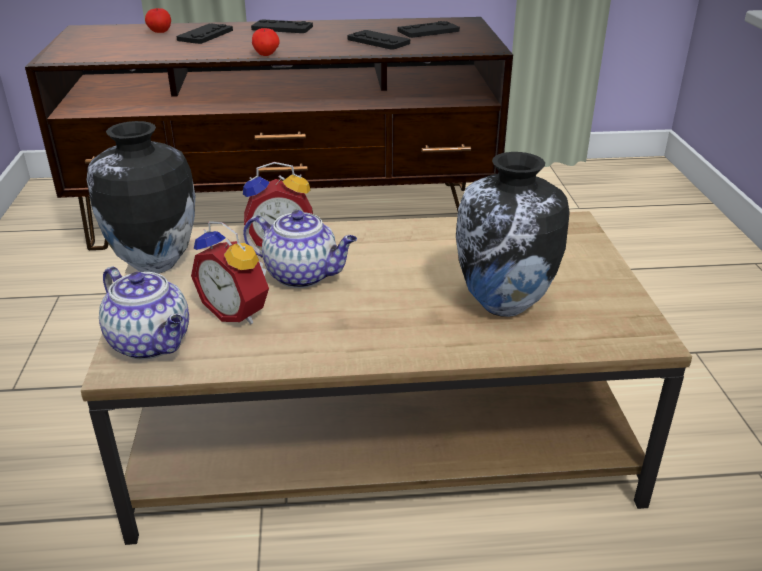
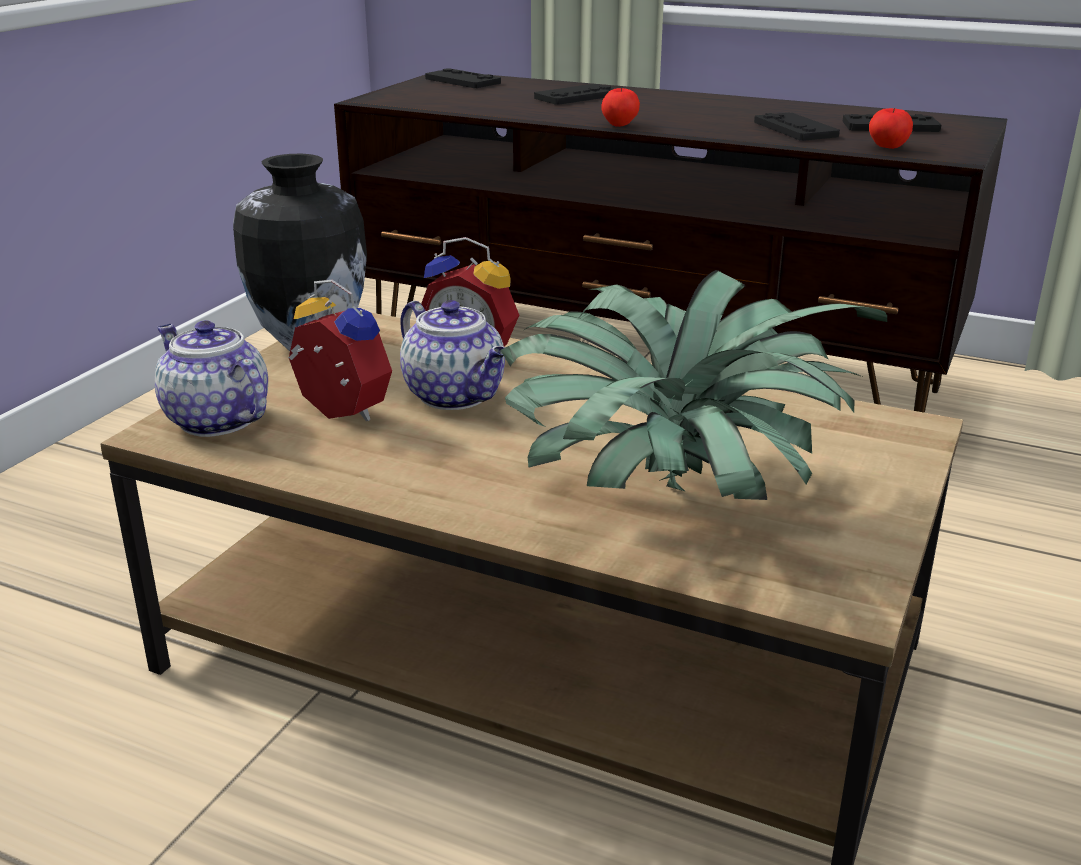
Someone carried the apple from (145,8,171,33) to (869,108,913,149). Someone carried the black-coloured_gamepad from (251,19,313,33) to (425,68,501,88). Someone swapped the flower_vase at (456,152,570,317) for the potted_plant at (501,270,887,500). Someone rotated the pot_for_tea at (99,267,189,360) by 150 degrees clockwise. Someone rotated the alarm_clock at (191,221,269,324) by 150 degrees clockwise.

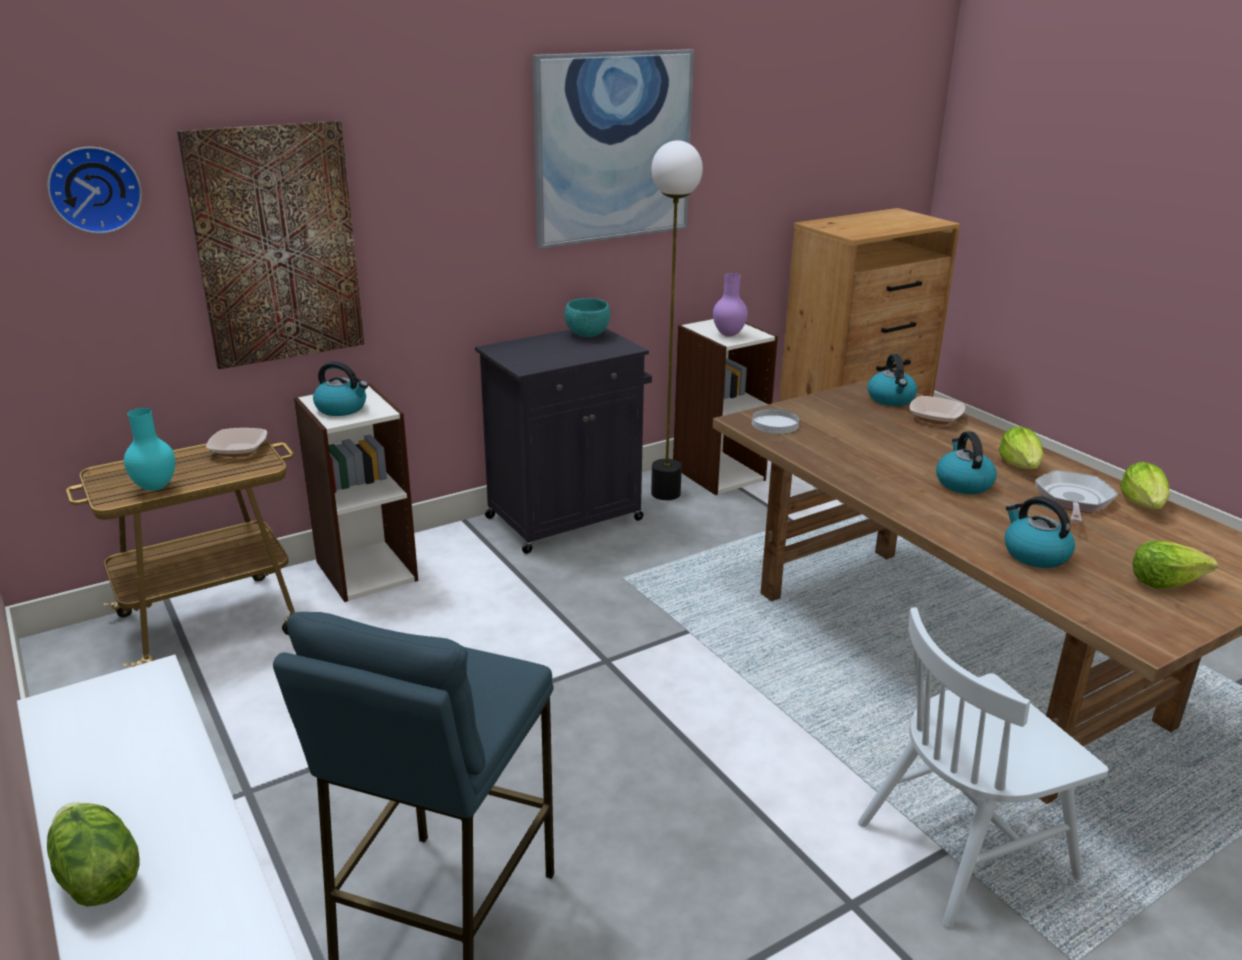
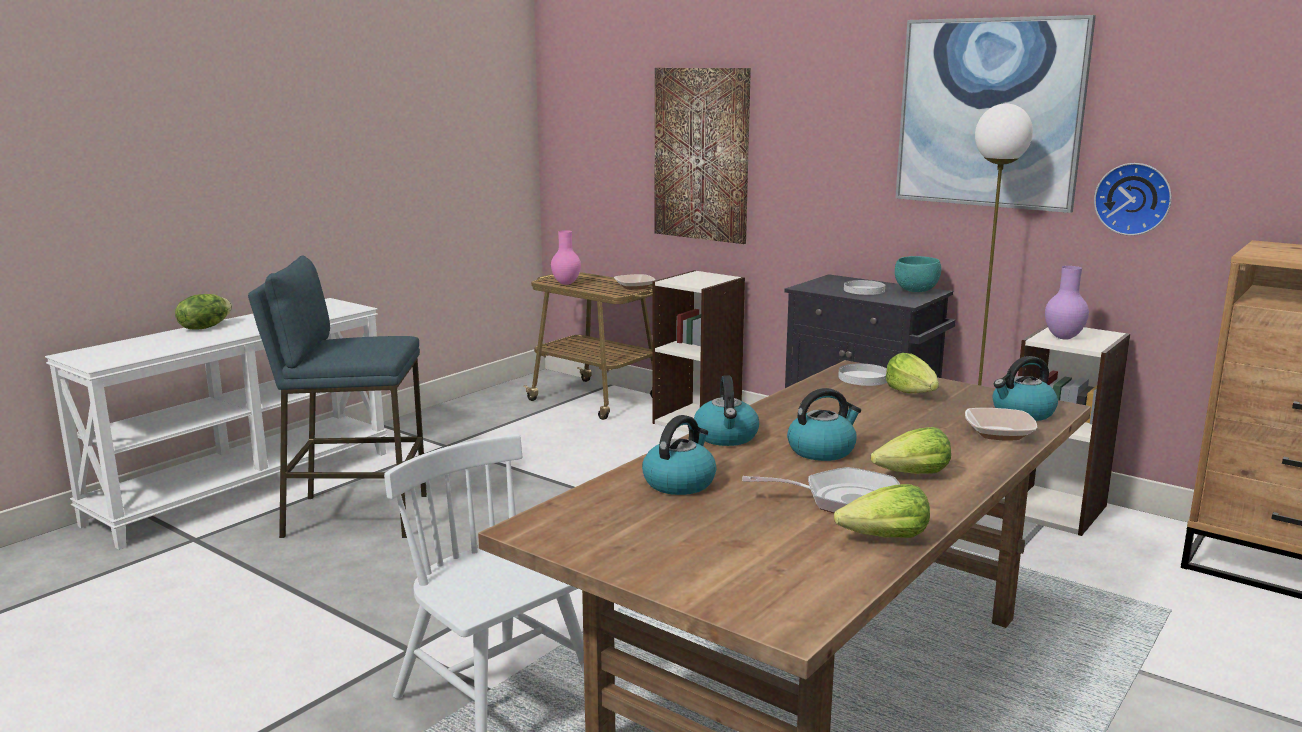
Someone put down the whitish_flat_dish at (844,280,885,295). Someone carried the hanging_clock from (47,147,142,234) to (1094,163,1172,236). Someone carried the water_kettle from (313,361,368,416) to (694,376,759,446). Someone carried the lettuce_head from (1132,541,1218,589) to (886,353,939,393). Someone repainted the turquoise-coloured_flower_vase at (124,408,175,491), which became the pink_flower_vase at (551,230,581,285).

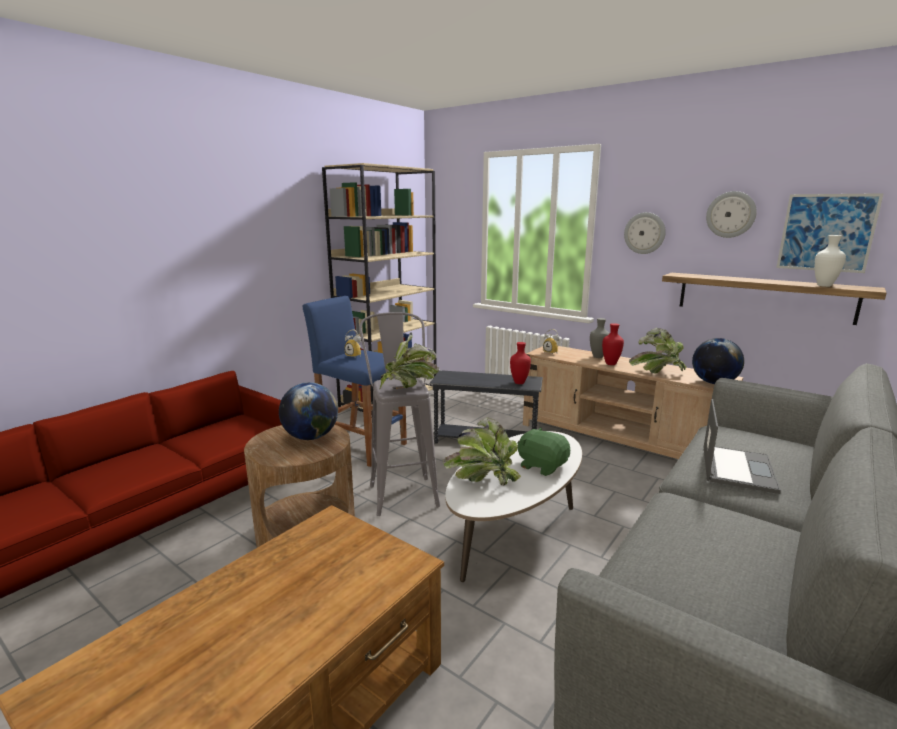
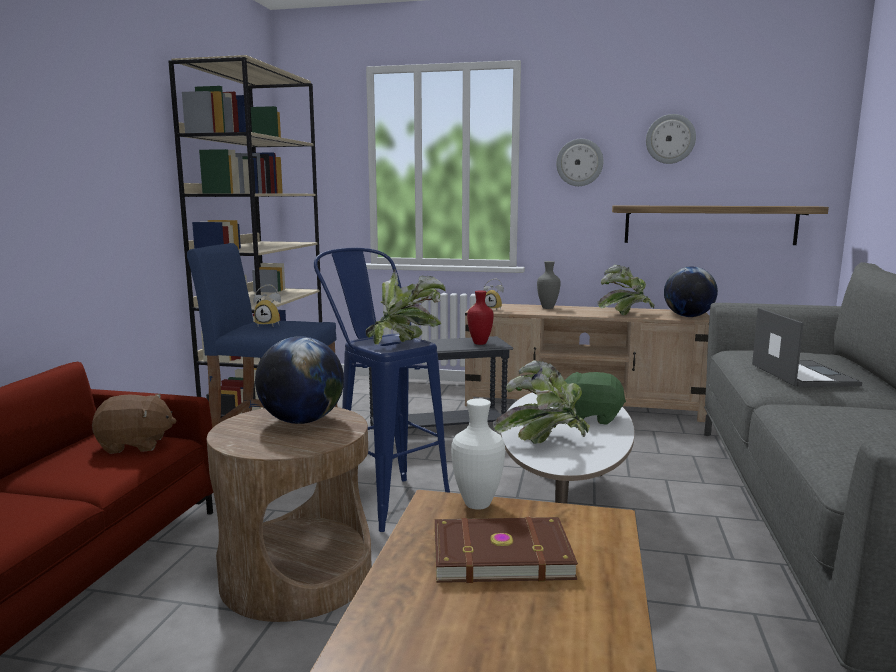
Someone took away the reddish_flower_vase at (602,323,624,365). Someone took away the wall_picture at (776,193,884,273). Someone put down the brown_cuddly_toy at (92,394,177,454). Someone put down the brown_book at (435,517,578,583). Someone carried the whitish_flower_vase from (815,235,846,287) to (451,398,505,510). Someone repainted the gray_stool at (359,312,440,516), which became the bluish_stool at (314,248,450,532).

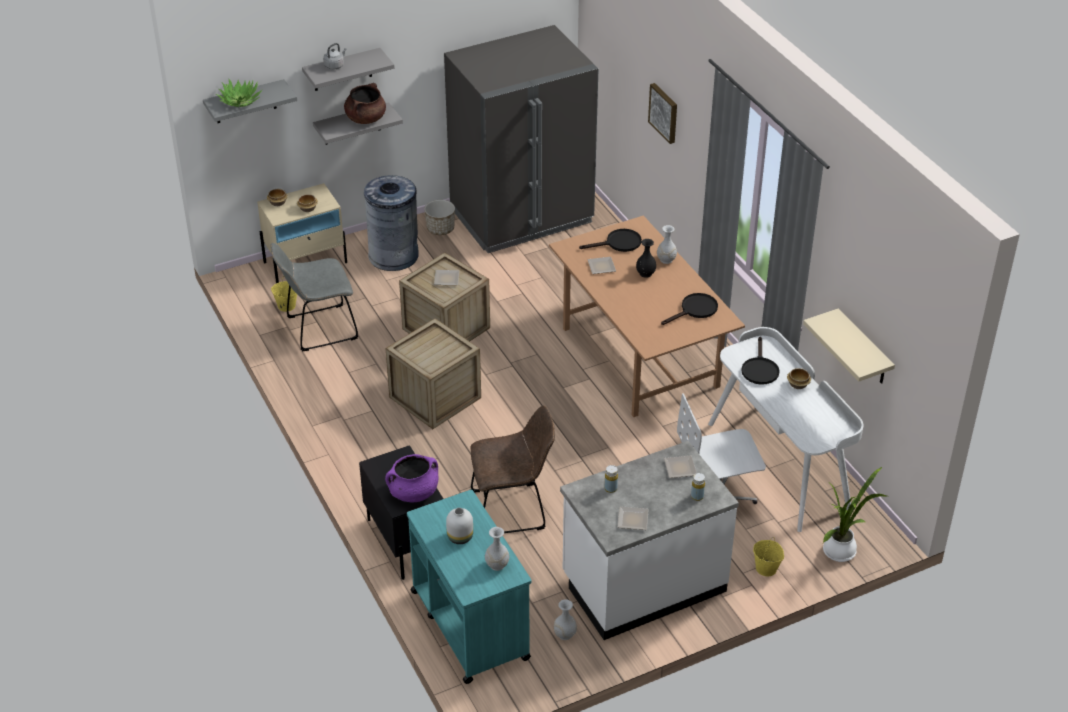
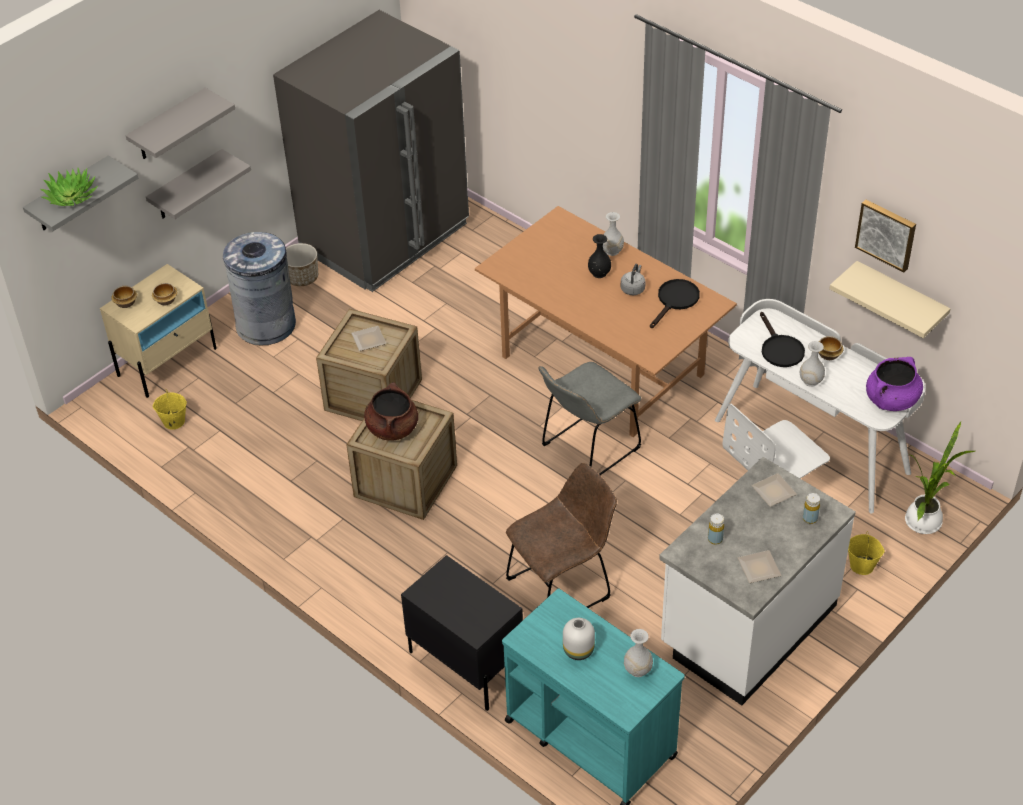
Someone took away the black-coloured_frying_pan at (579,229,642,252). Someone took away the flat_dish at (587,257,616,274). Someone carried the gray_upright_chair from (271,243,358,351) to (539,362,642,475). Someone carried the gray_water_kettle from (323,43,347,69) to (621,264,646,295). Someone carried the brown_cooking_pot from (344,83,386,124) to (364,382,418,441). Someone carried the purple-coloured_cooking_pot from (385,454,438,502) to (866,357,923,411). Someone carried the whitish_flower_vase from (554,599,577,640) to (800,341,825,387). Someone carried the wall_picture from (648,83,677,144) to (855,200,916,272).

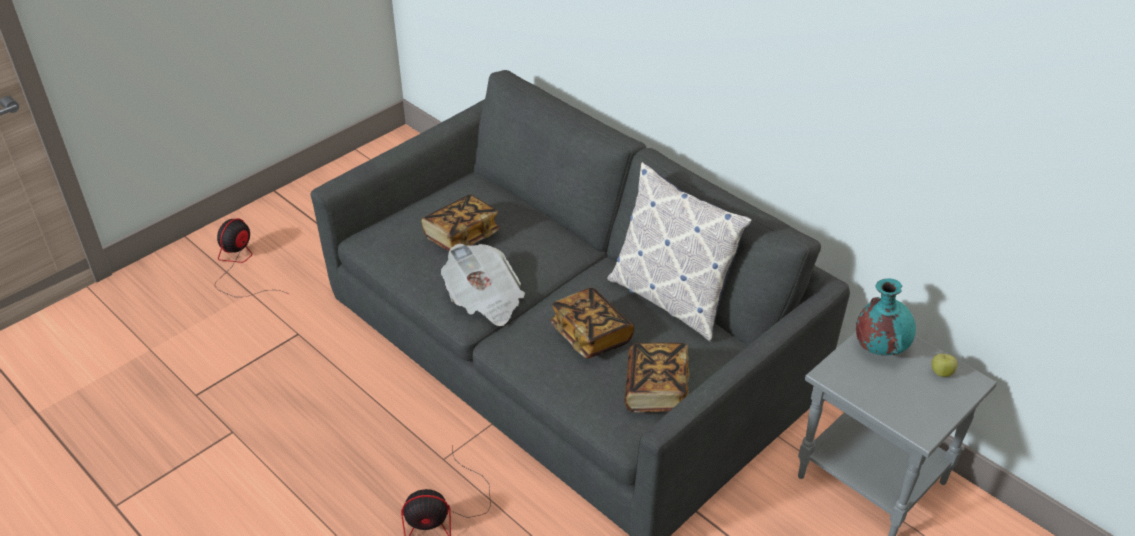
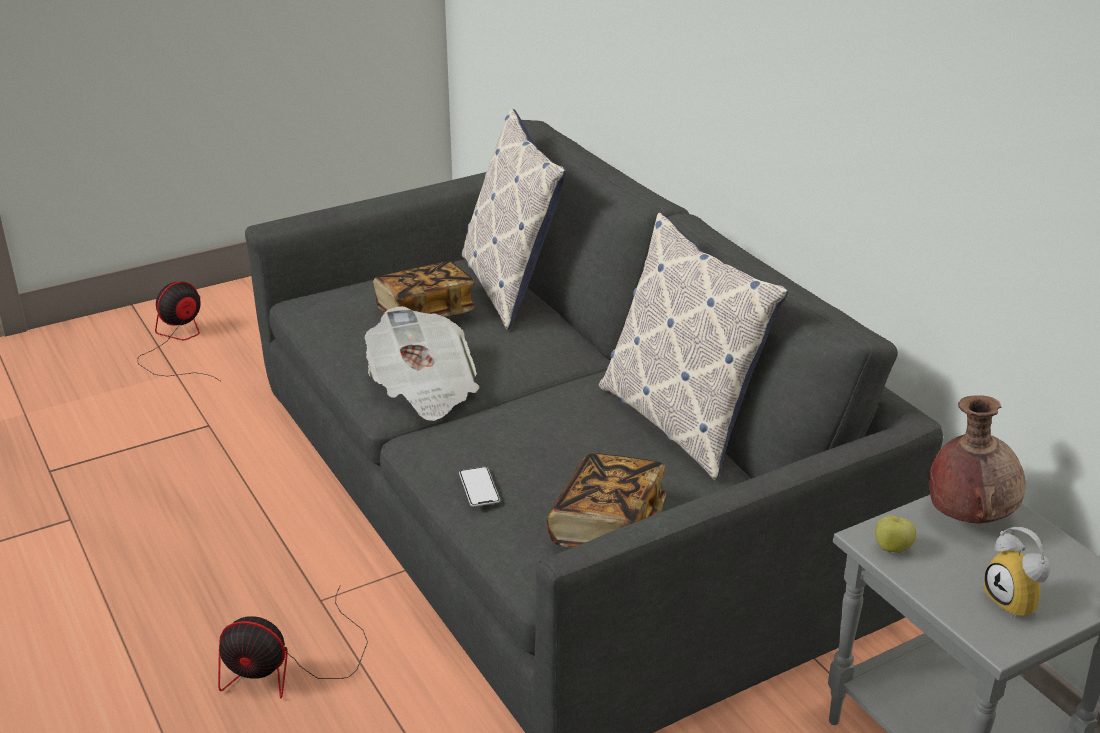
Someone took away the book at (550,288,634,359). Someone put down the telephone at (459,467,500,507). Someone put down the throw_pillow at (462,109,566,330). Someone put down the alarm_clock at (983,527,1050,619). Someone carried the apple from (932,354,957,377) to (875,515,916,553). Someone repainted the turquoise-coloured_flower_vase at (856,278,916,356), which became the brown_flower_vase at (929,395,1025,523).

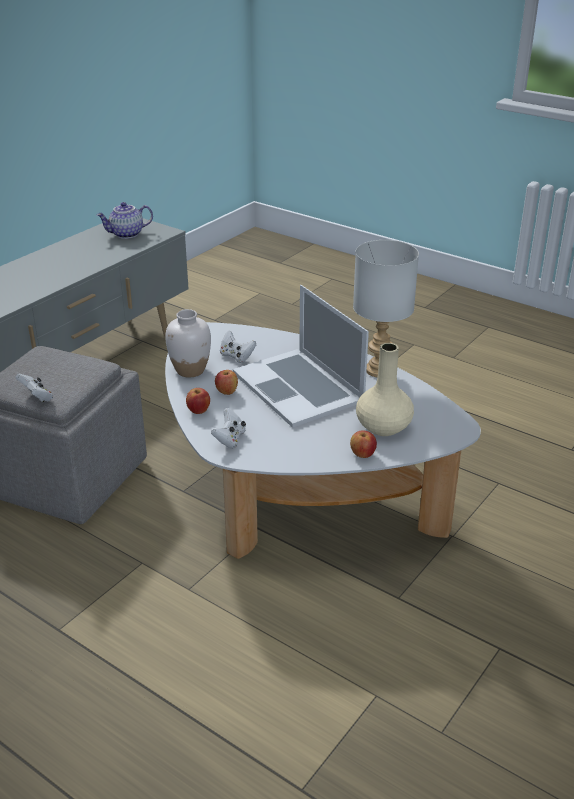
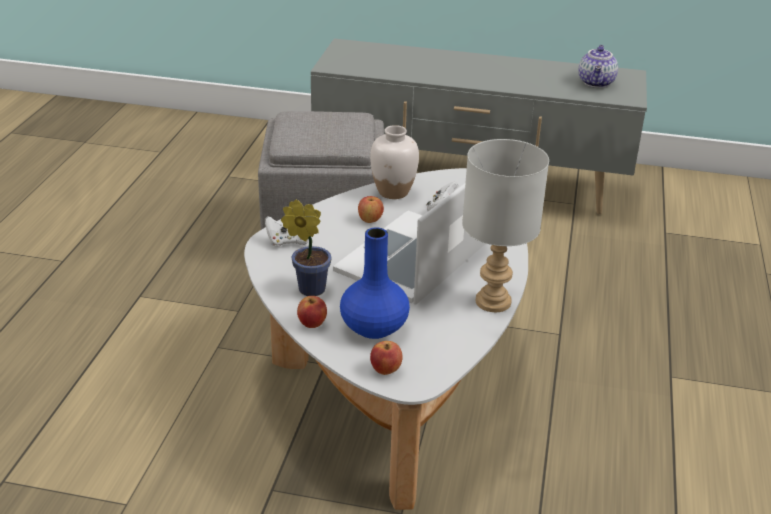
Someone took away the whitish_gamepad at (15,374,53,402). Someone put down the potted_plant at (281,200,332,296). Someone carried the apple from (186,388,210,414) to (370,341,403,375). Someone repainted the beige-coloured_flower_vase at (356,343,414,436), which became the bluish_flower_vase at (340,227,410,339). Someone rotated the pot_for_tea at (96,202,153,239) by 120 degrees counterclockwise.

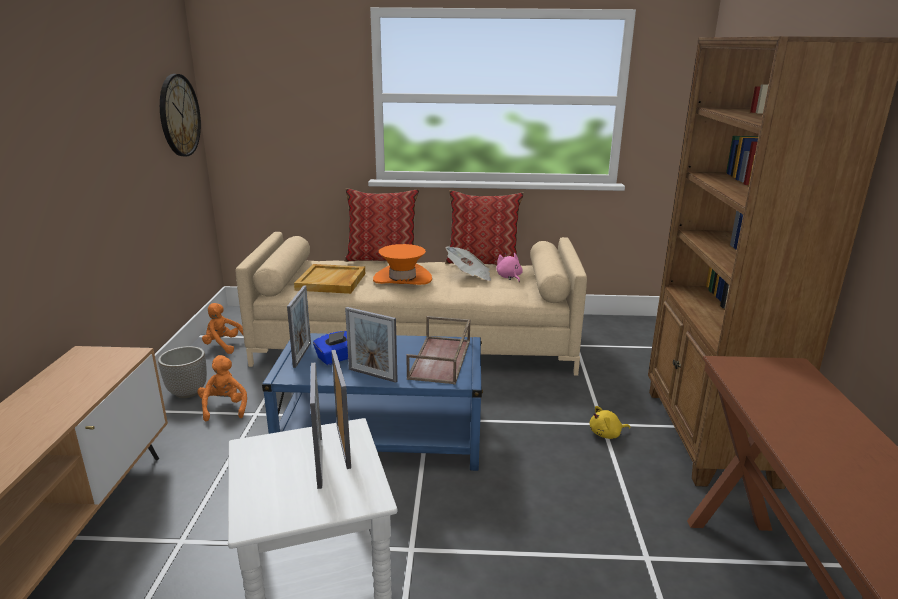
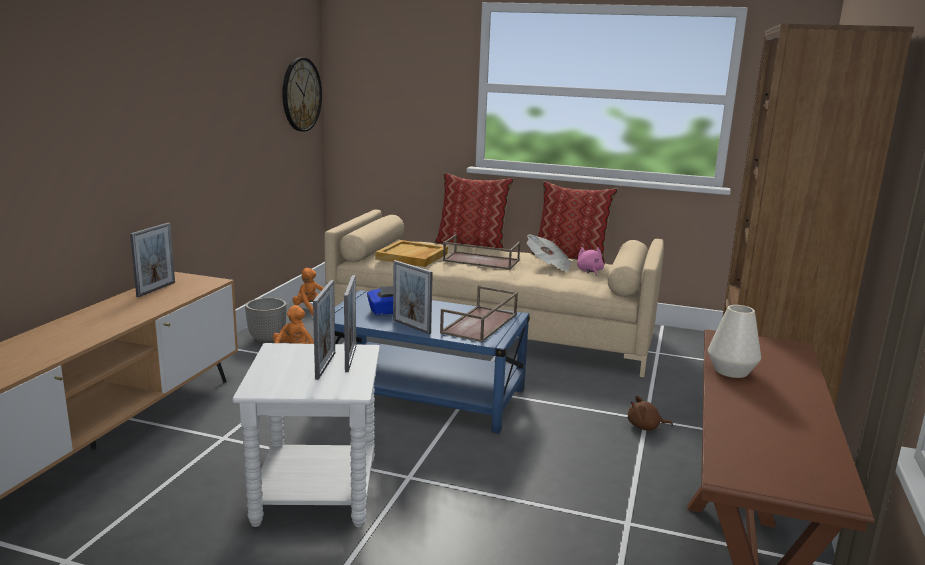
Someone put down the whitish_flower_vase at (708,305,761,378). Someone carried the standing_frame from (287,286,311,368) to (130,223,175,297). Someone swapped the orangey_wearable_hat at (373,244,432,285) for the brown_carrying_tray at (443,234,520,270). Someone repainted the yellow_cuddly_toy at (590,406,631,439), which became the brown_cuddly_toy at (628,396,673,431).

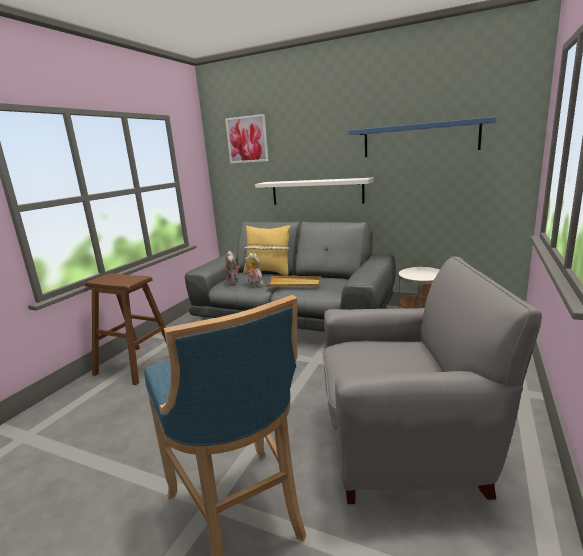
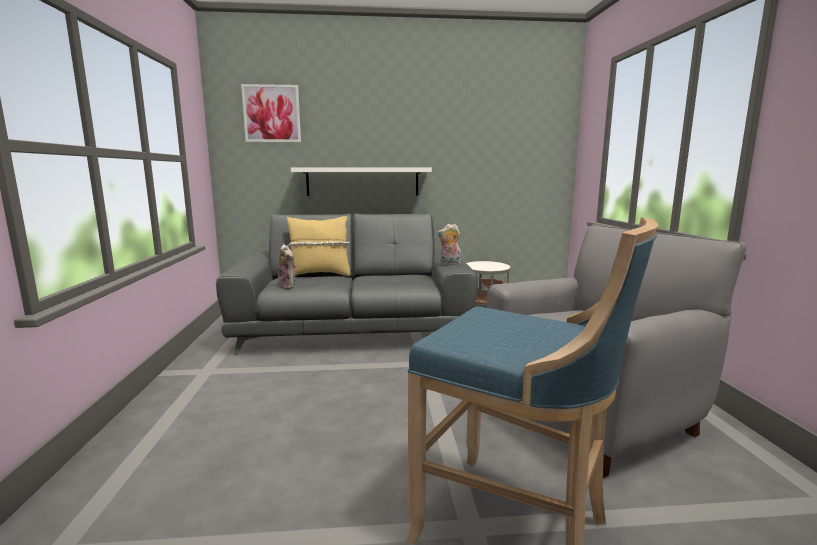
Someone took away the brown_stool at (85,273,167,385). Someone took away the beige-coloured_carrying_tray at (266,276,321,288). Someone took away the bluish_shelf at (349,117,496,157). Someone carried the cuddly_toy from (245,253,264,287) to (437,224,461,265).

